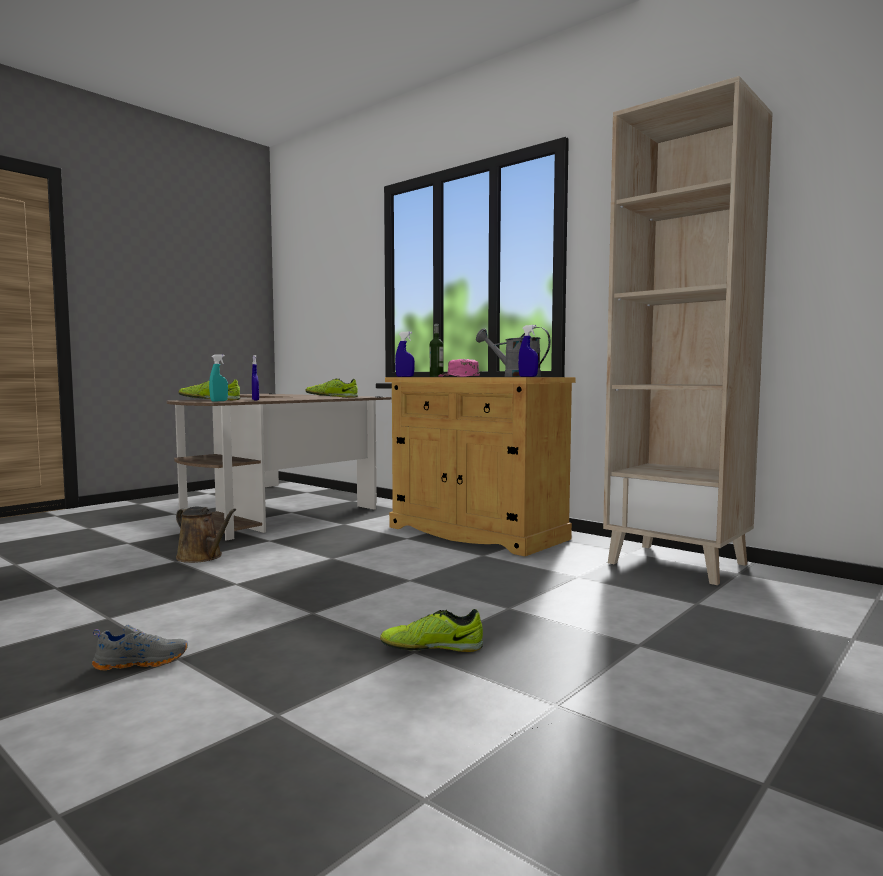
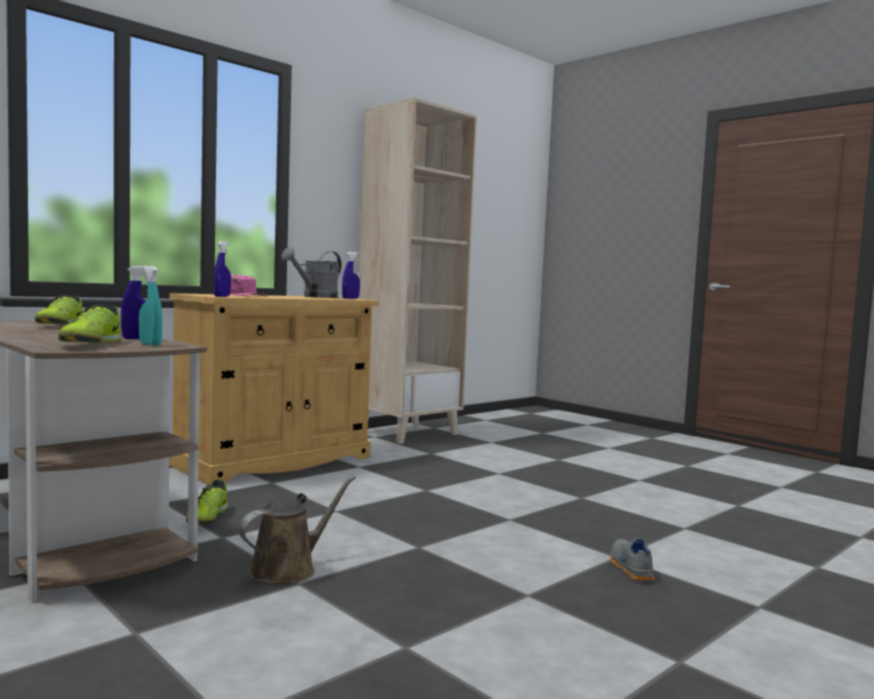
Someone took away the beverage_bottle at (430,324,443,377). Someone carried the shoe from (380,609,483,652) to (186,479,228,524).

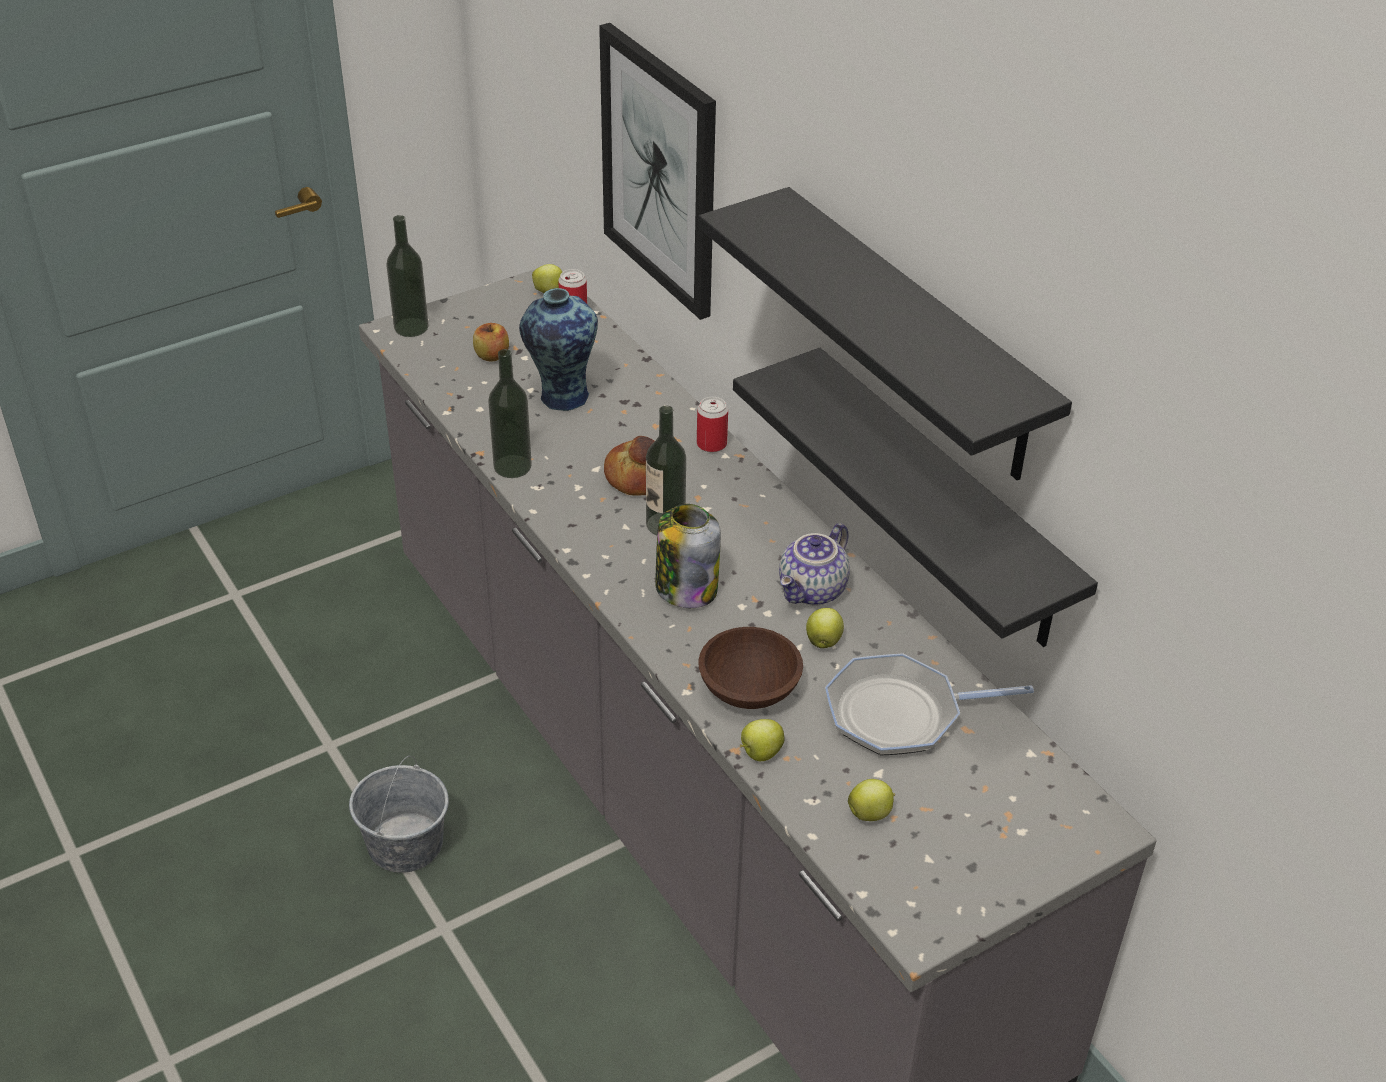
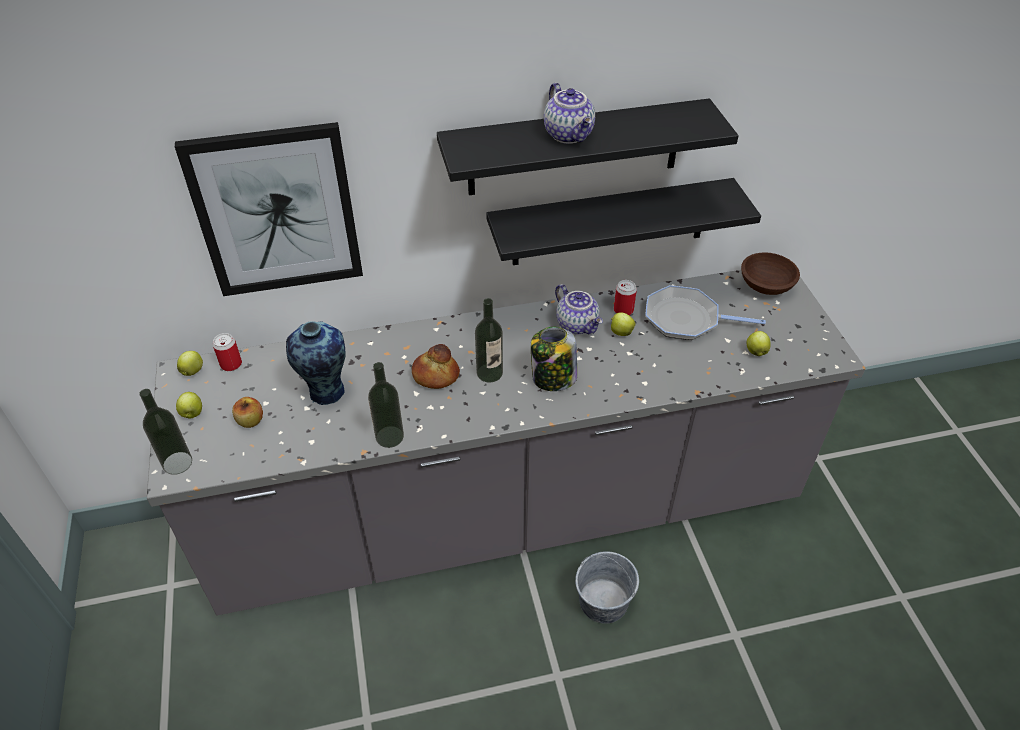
Someone put down the pot_for_tea at (544,83,595,144). Someone carried the gray_water_bucket from (349,756,449,873) to (575,551,639,624). Someone carried the can from (697,397,728,452) to (614,280,637,315). Someone carried the brown_bowl from (698,627,803,709) to (741,252,800,295). Someone carried the apple from (740,719,785,761) to (176,392,202,418). Someone rotated the frying_pan at (825,653,1034,755) by 90 degrees clockwise.

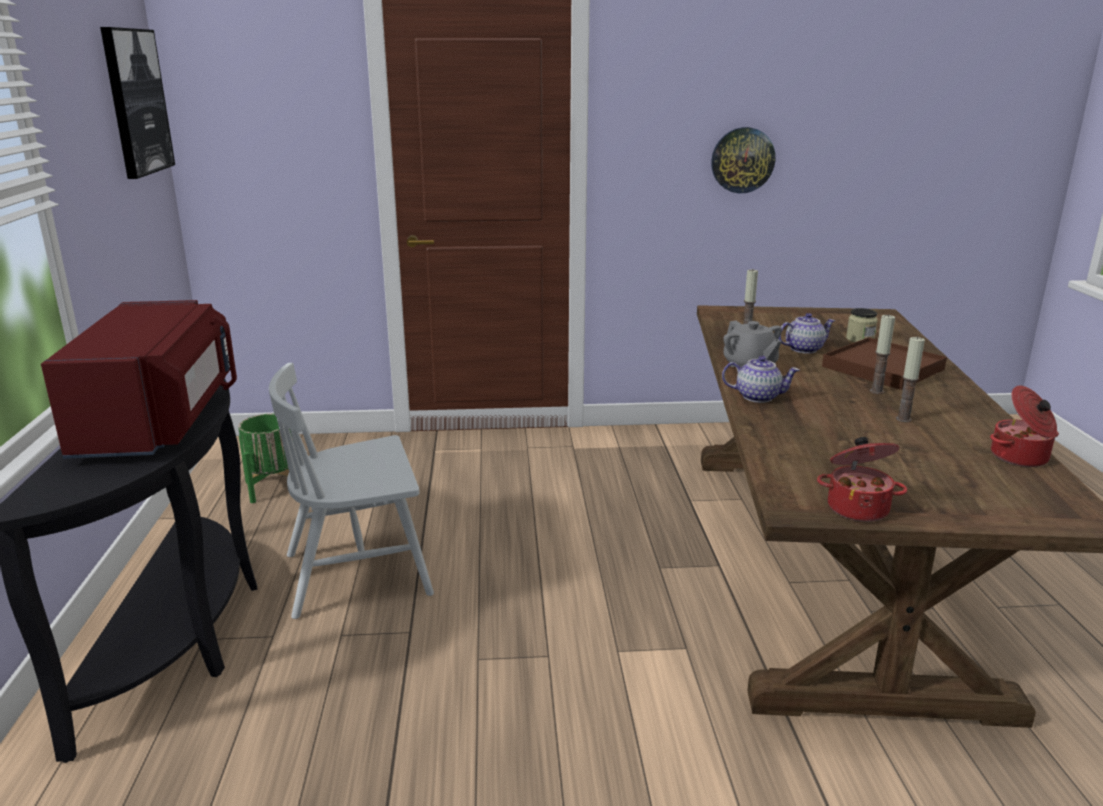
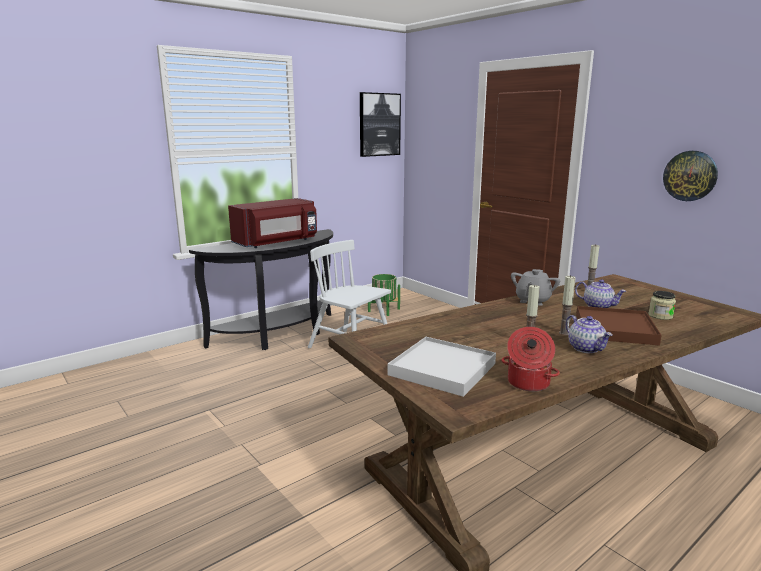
Someone took away the cooking_pot at (817,437,907,522). Someone put down the whitish_carrying_tray at (388,337,496,397). Someone carried the pot_for_tea from (722,356,800,403) to (566,315,613,353).

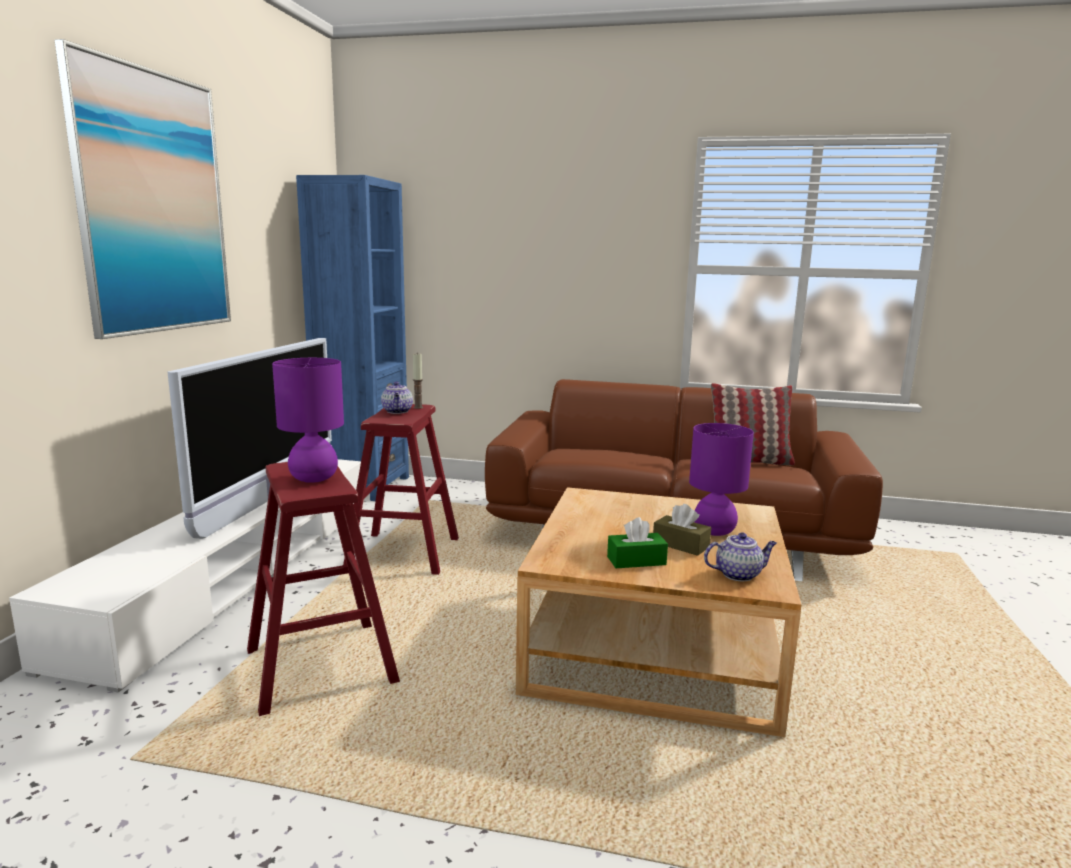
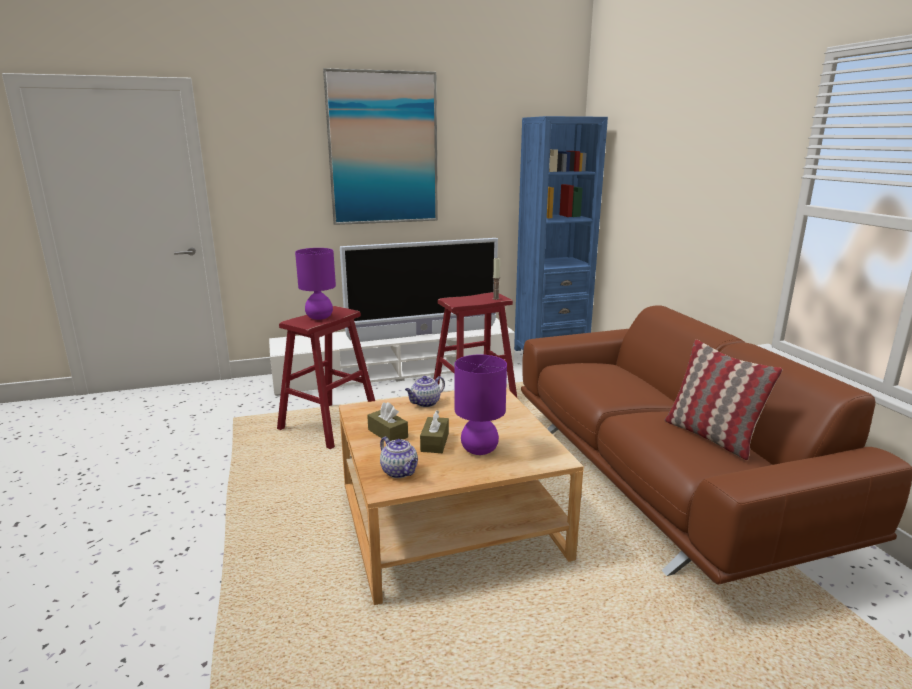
Someone carried the pot_for_tea from (381,381,413,414) to (405,376,445,407). Someone repainted the green-coloured_tissue_box at (607,517,668,568), which became the brown_tissue_box at (367,402,408,441).

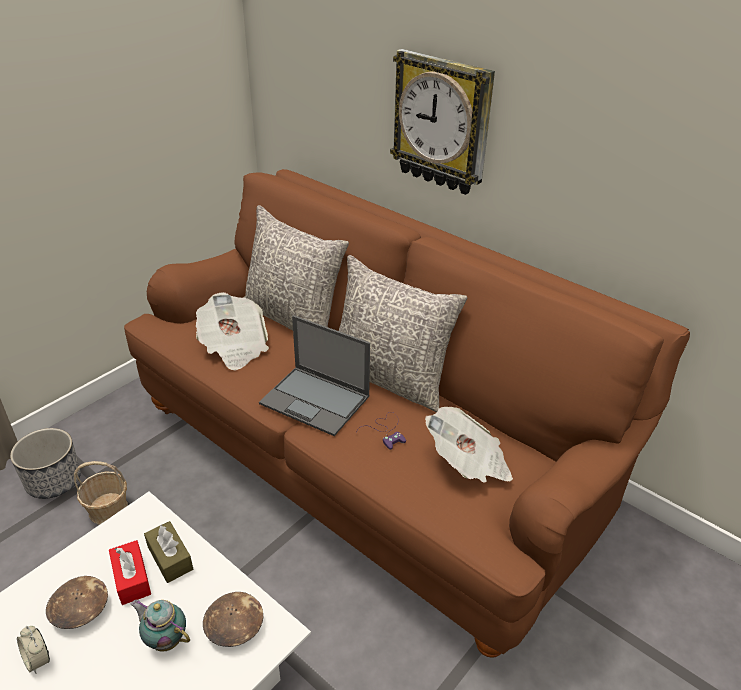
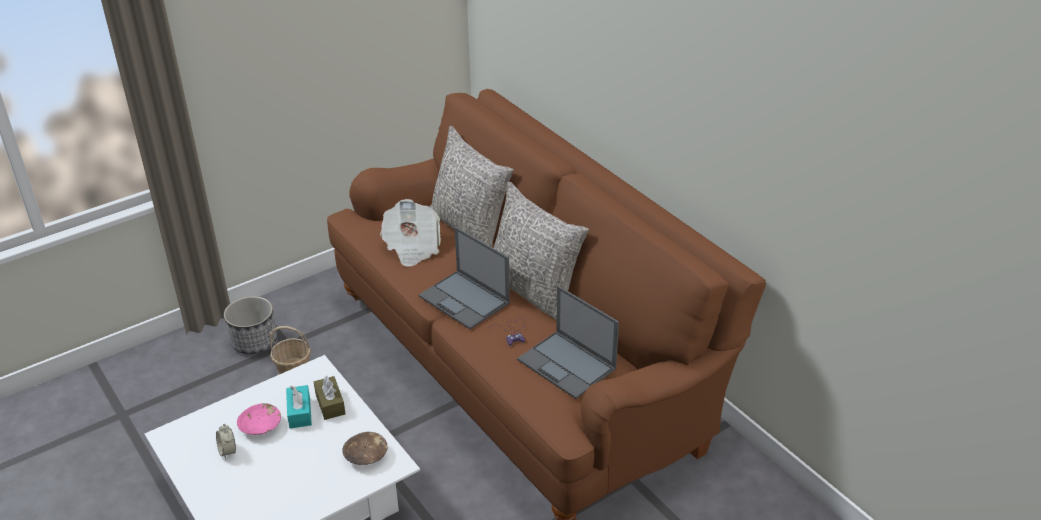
Someone took away the pot_for_tea at (131,600,190,652). Someone took away the hanging_clock at (390,49,495,195). Someone swapped the printed_paper at (425,407,513,483) for the portable_computer at (517,286,619,399). Someone repainted the brown_bowl at (46,576,108,629), which became the pink_bowl at (237,403,281,435). Someone repainted the reddish_tissue_box at (109,540,151,605), which became the turquoise-coloured_tissue_box at (286,385,312,428).

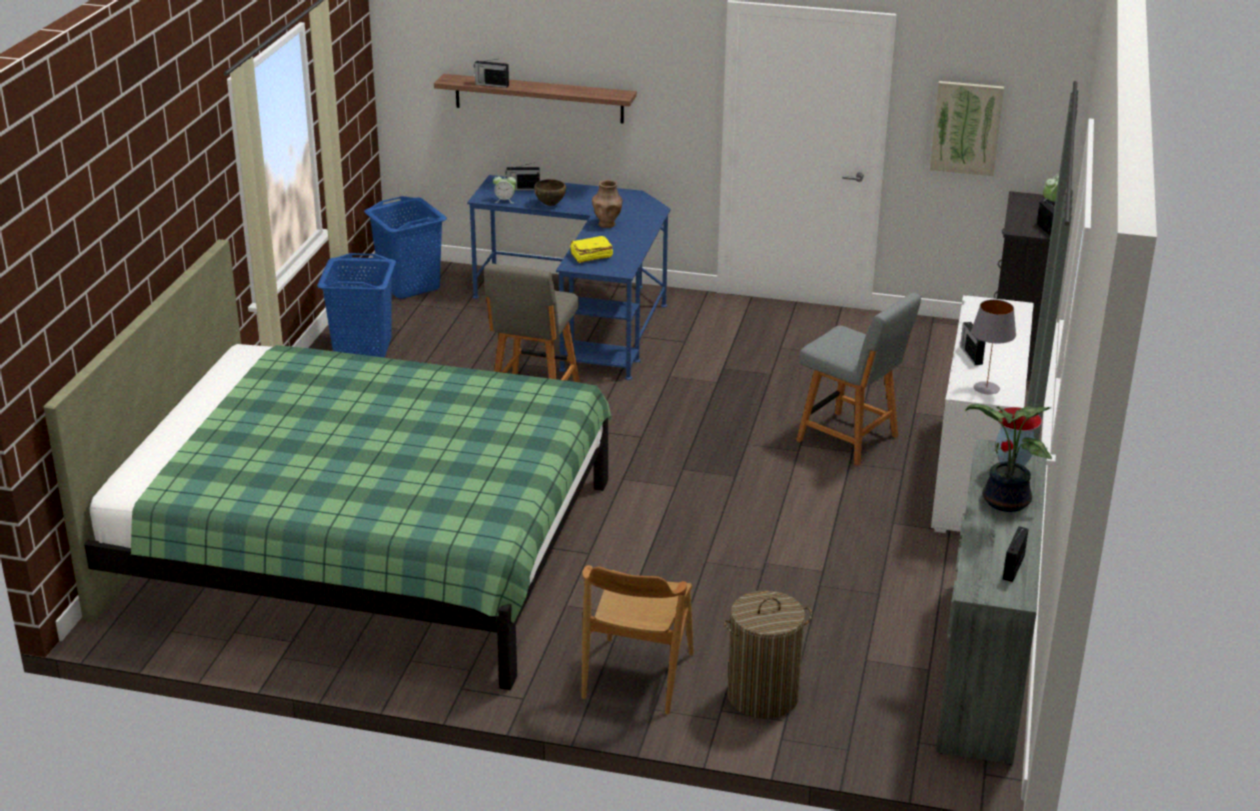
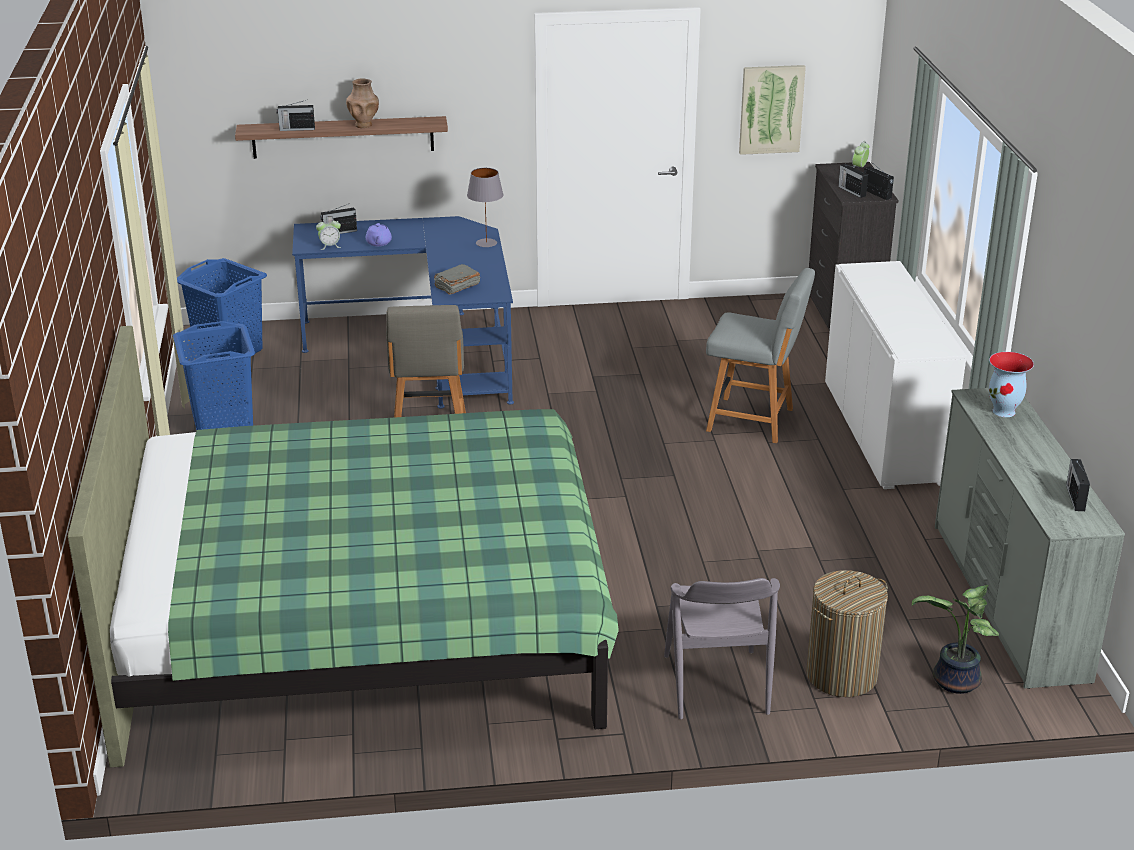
Someone carried the brown_flower_vase from (592,180,623,228) to (346,79,379,128). Someone carried the radio_set from (960,322,985,365) to (838,164,868,198). Someone carried the potted_plant from (965,404,1052,512) to (912,585,999,694). Someone carried the gray_table_lamp from (971,299,1016,394) to (467,168,504,247). Someone swapped the brown_bowl at (534,179,566,206) for the purple-coloured_pot_for_tea at (366,223,392,246). Someone repainted the yellow_book at (570,236,613,263), which became the gray_book at (434,264,480,295). Someone repainted the brown_upright_chair at (582,565,694,715), which became the gray_upright_chair at (664,578,780,720).

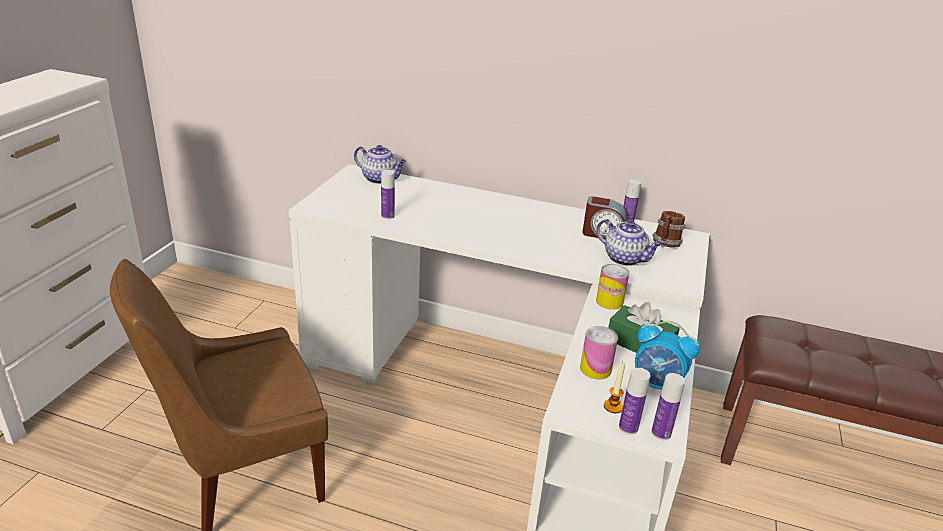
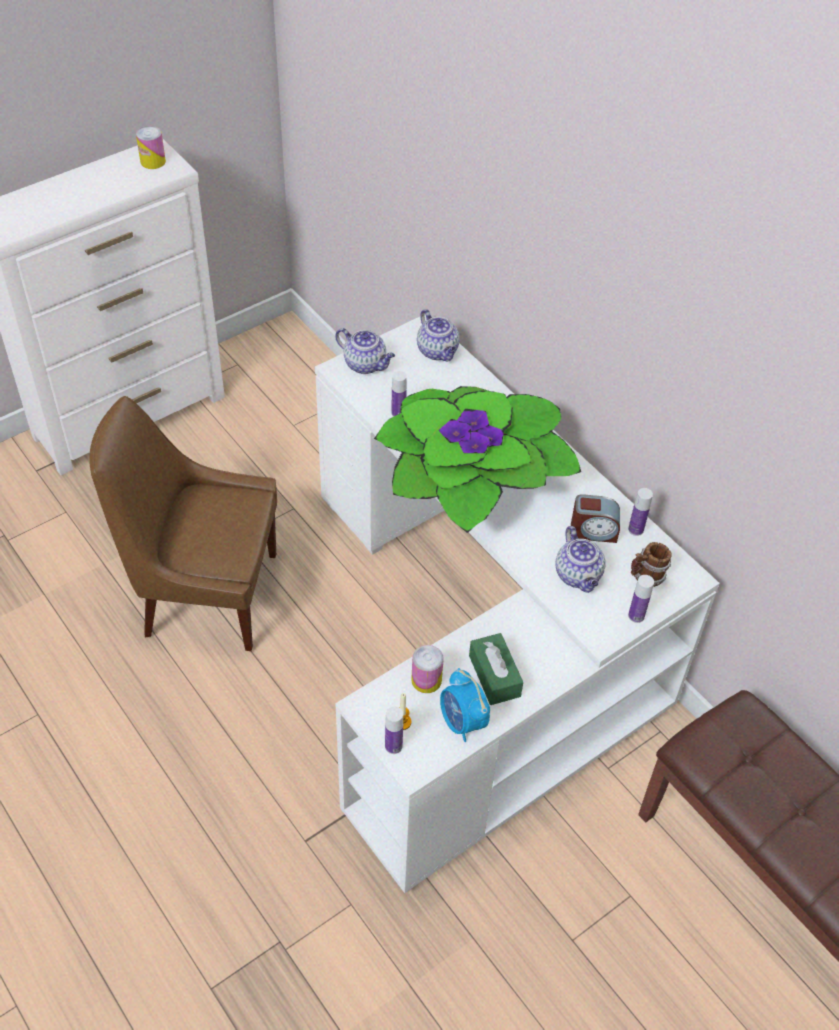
Someone put down the pot_for_tea at (335,328,395,374). Someone put down the potted_plant at (374,386,581,533). Someone carried the can from (596,264,629,310) to (136,126,166,169). Someone carried the beverage_bottle from (651,373,685,440) to (628,575,654,623). Someone rotated the alarm_clock at (582,196,627,239) by 45 degrees counterclockwise.

